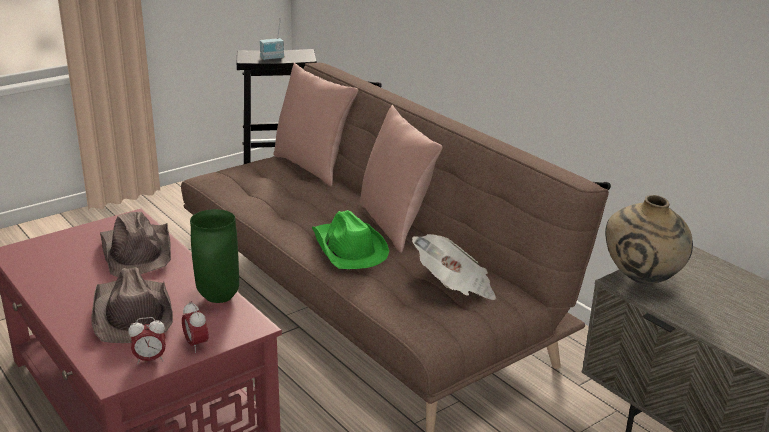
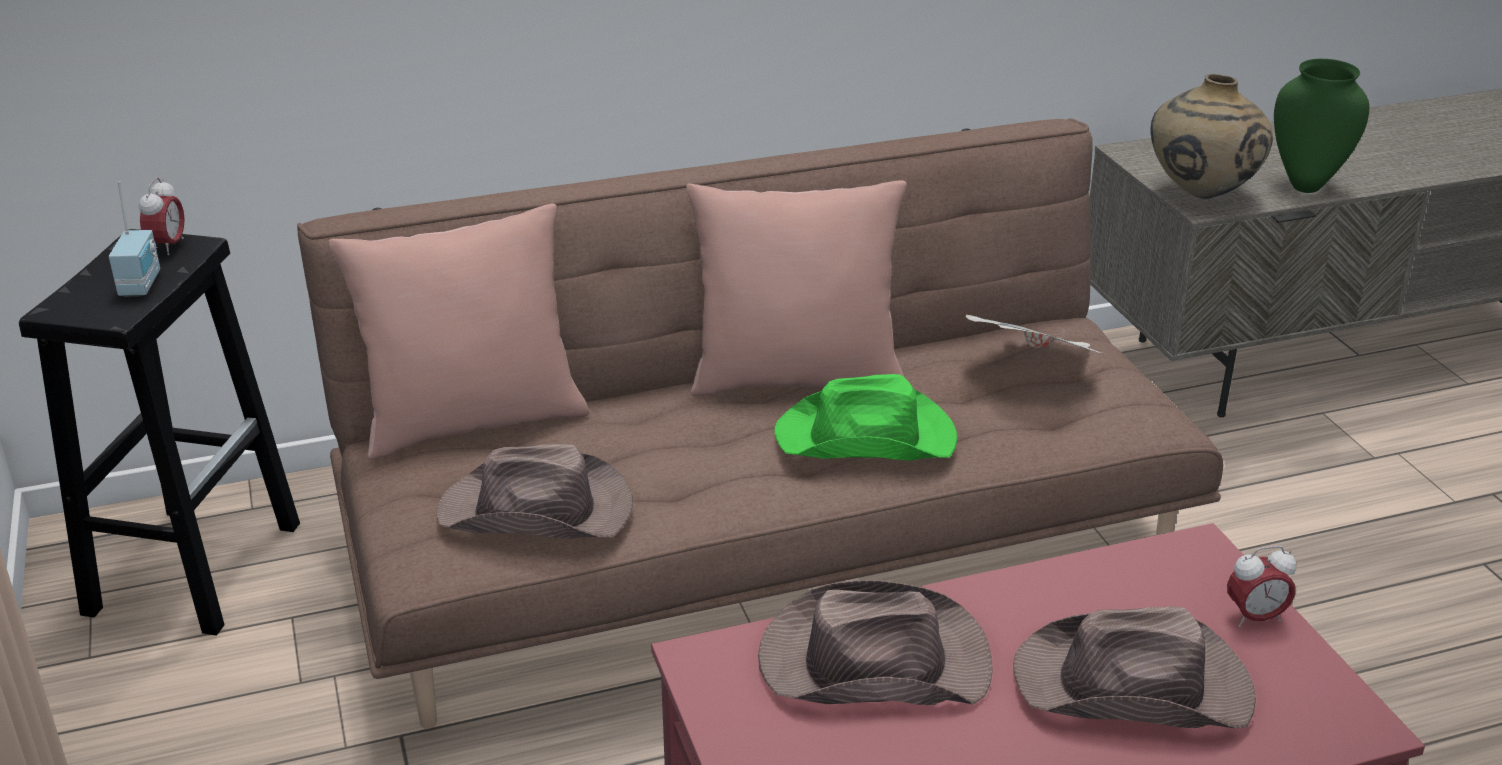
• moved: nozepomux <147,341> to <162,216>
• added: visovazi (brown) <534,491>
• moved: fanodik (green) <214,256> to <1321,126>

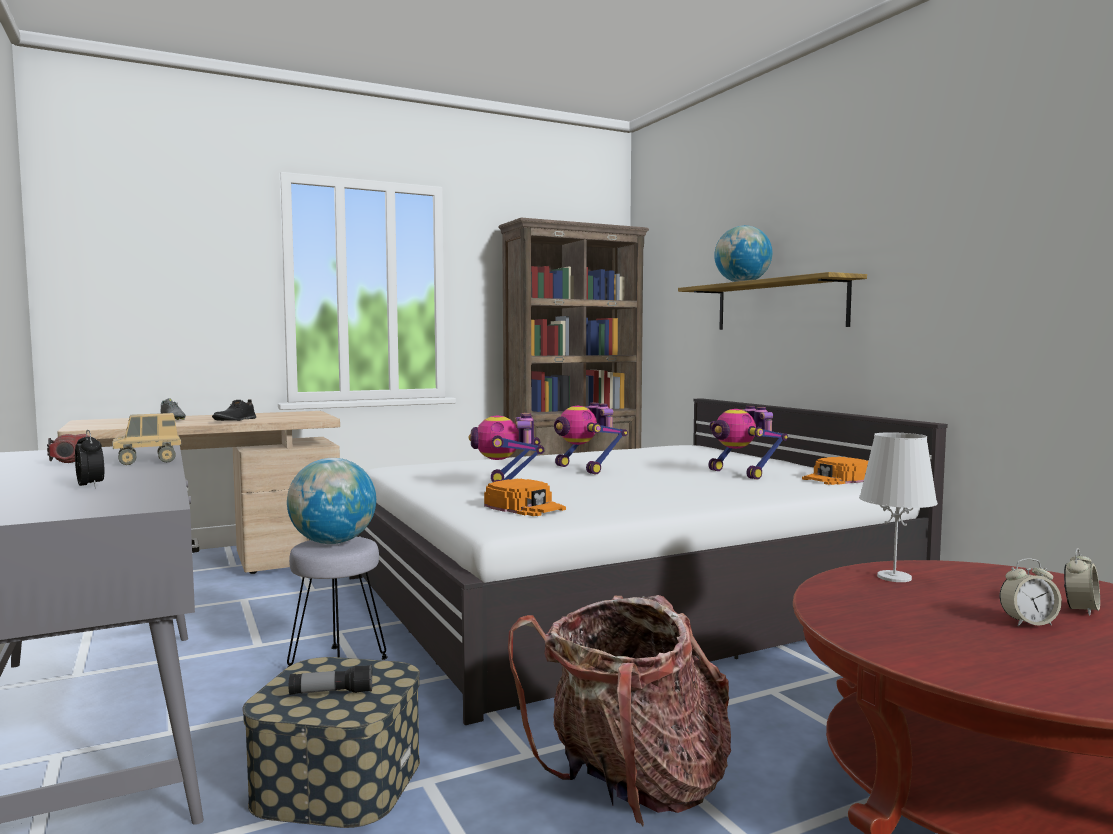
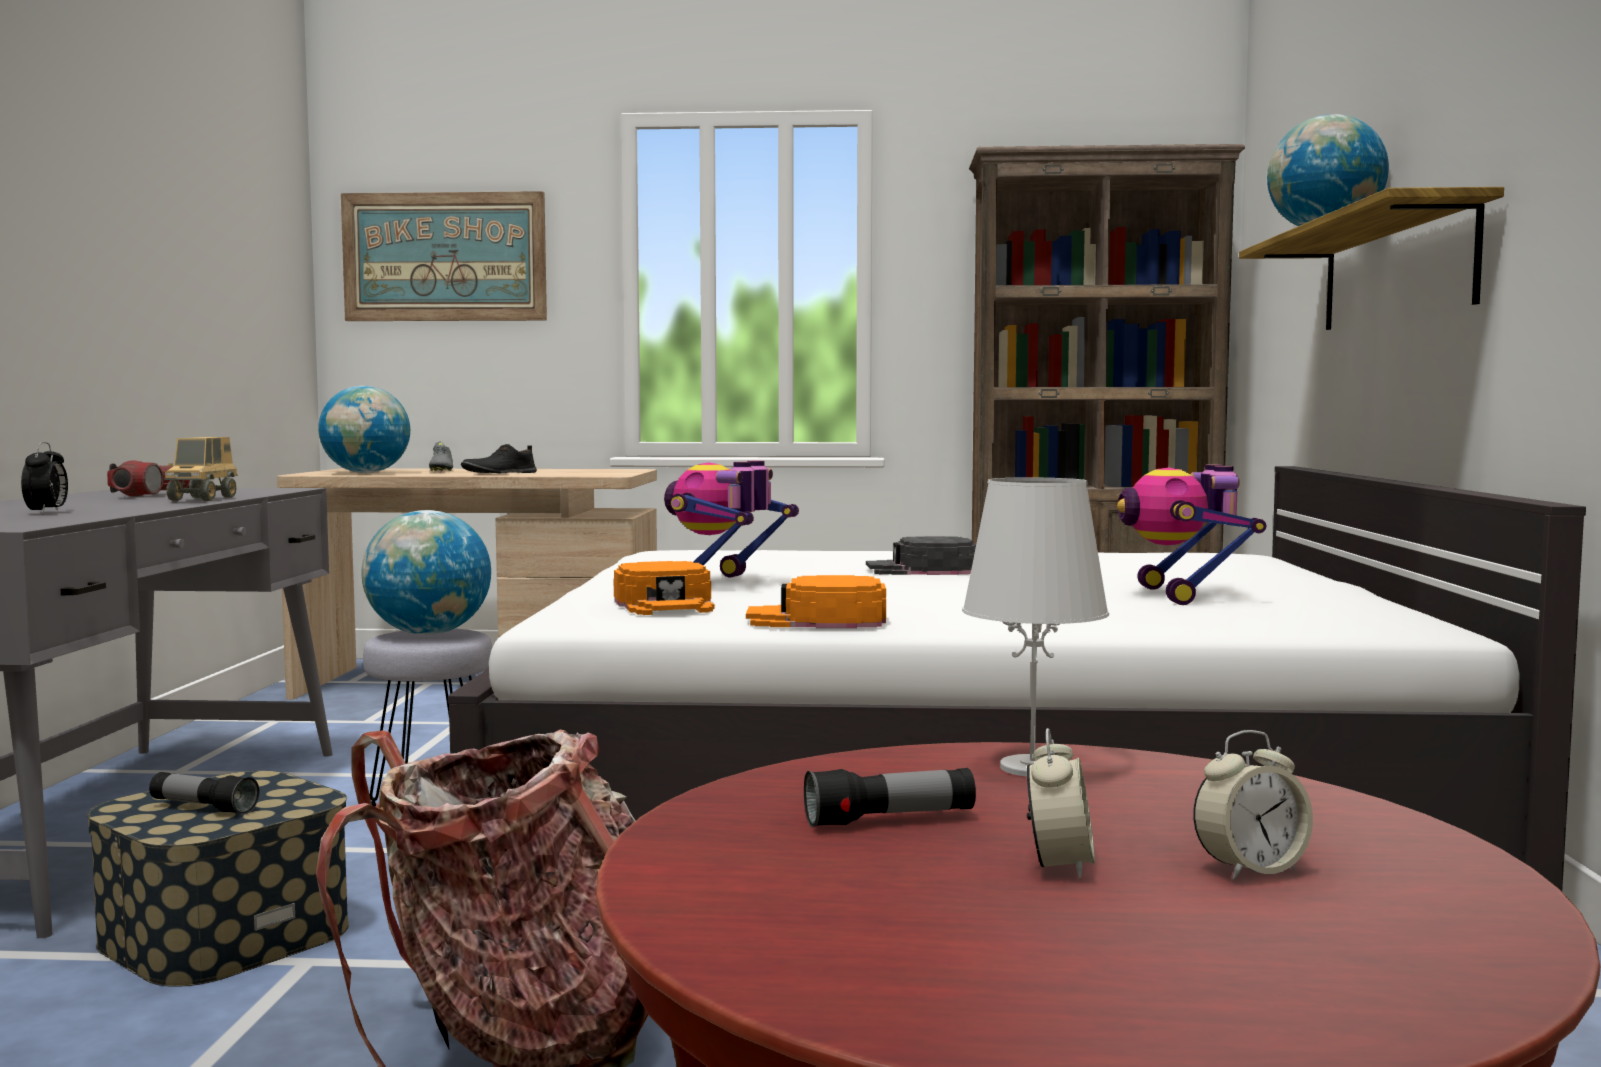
• turned: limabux <146,439> = <201,469> 90 degrees counterclockwise
• added: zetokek <364,429>
• added: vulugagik <444,256>
• moved: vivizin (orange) <835,471> to <816,601>
• added: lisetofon <890,798>
• replaced: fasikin <591,438> to vivizin (black) <921,555>
• turned: nozepomux <1031,592> = <1061,803> 105 degrees counterclockwise

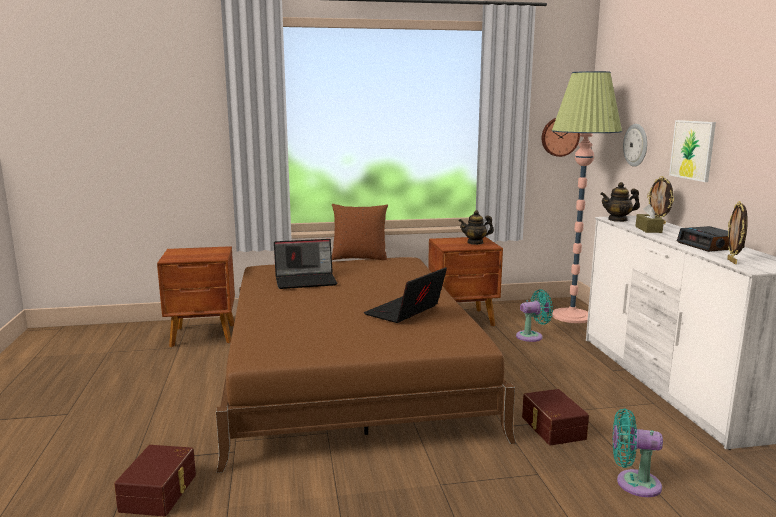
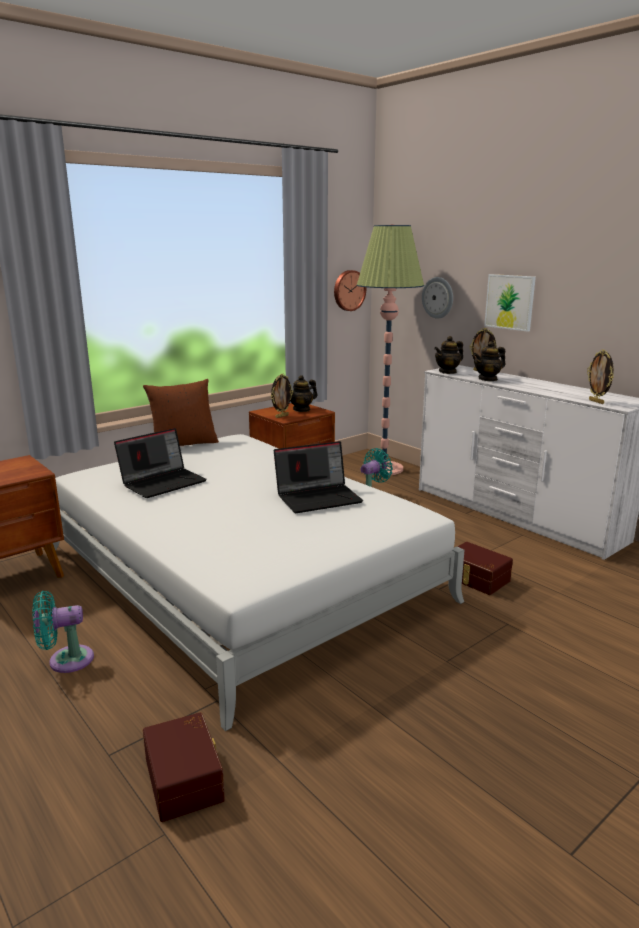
• moved: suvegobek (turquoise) <638,453> to <63,632>
• recoloured: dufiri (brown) <366,365> to dufiri (white) <258,582>
• added: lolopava <282,396>
• turned: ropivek <405,295> = <318,477> 120 degrees counterclockwise
• replaced: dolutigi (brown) <649,218> to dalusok <489,361>
• removed: nozepomux <711,239>

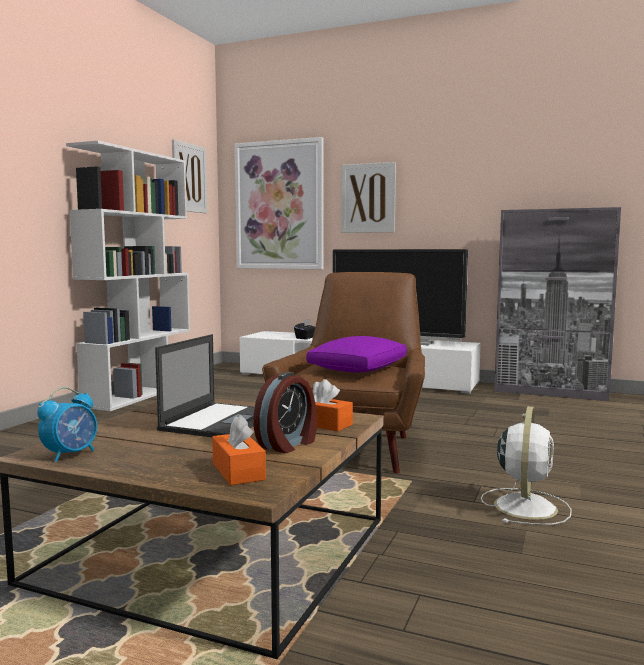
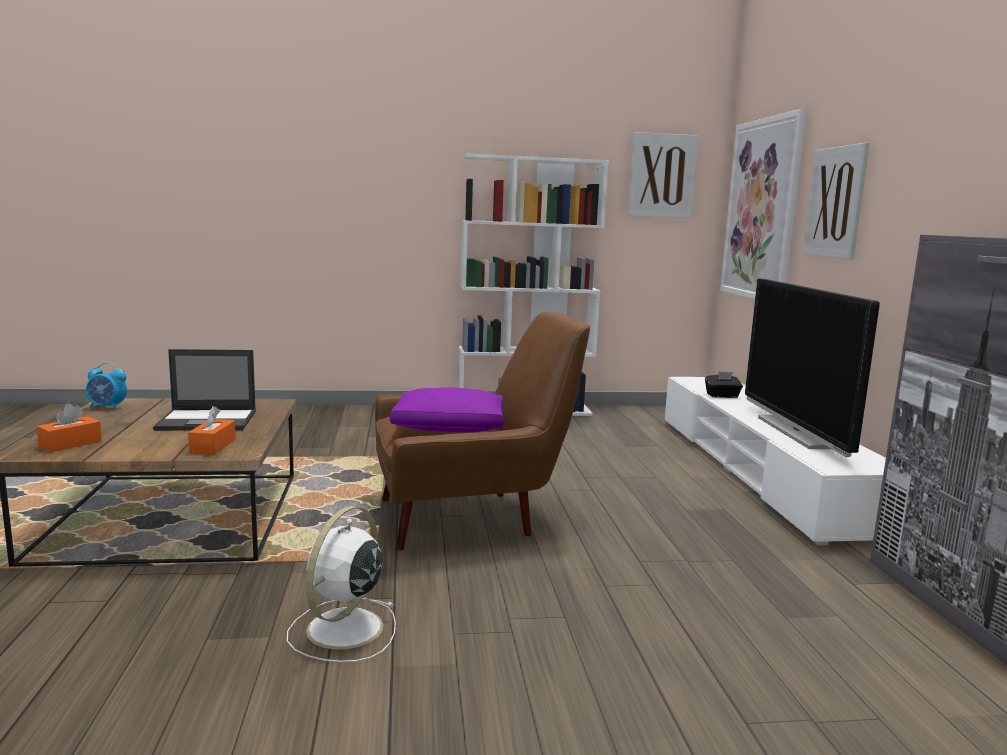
• turned: suvegobek (white) <526,465> = <341,584> 120 degrees clockwise
• removed: nozepomux <285,412>

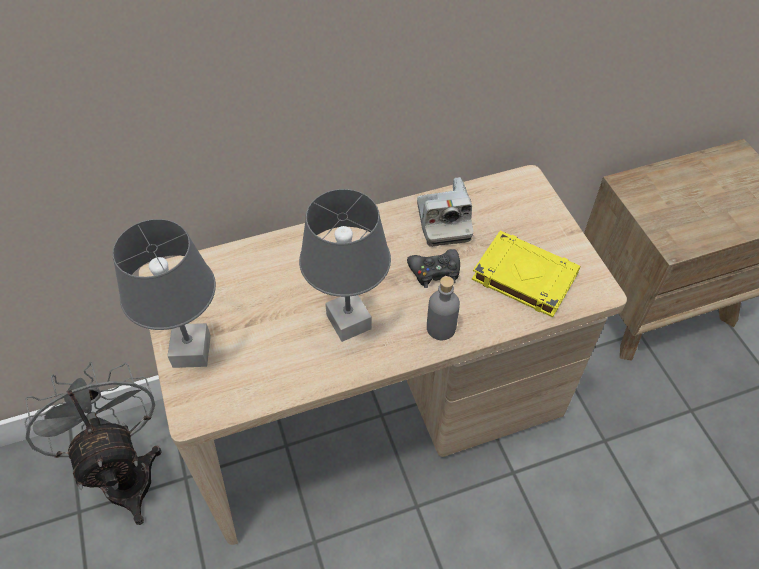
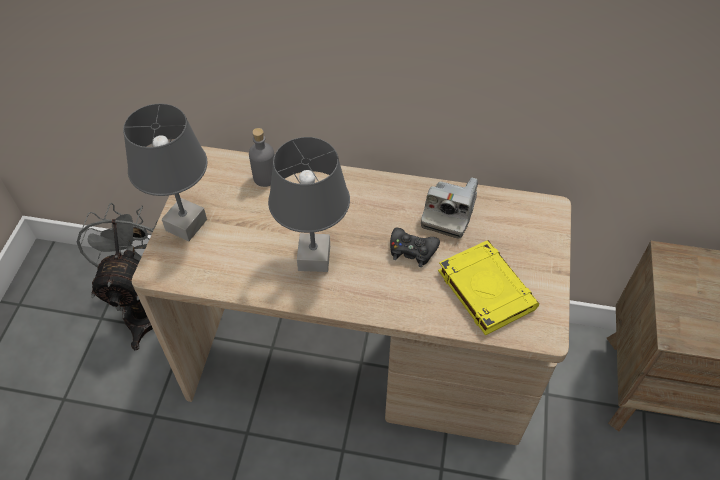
• moved: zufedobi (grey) <443,308> to <262,157>

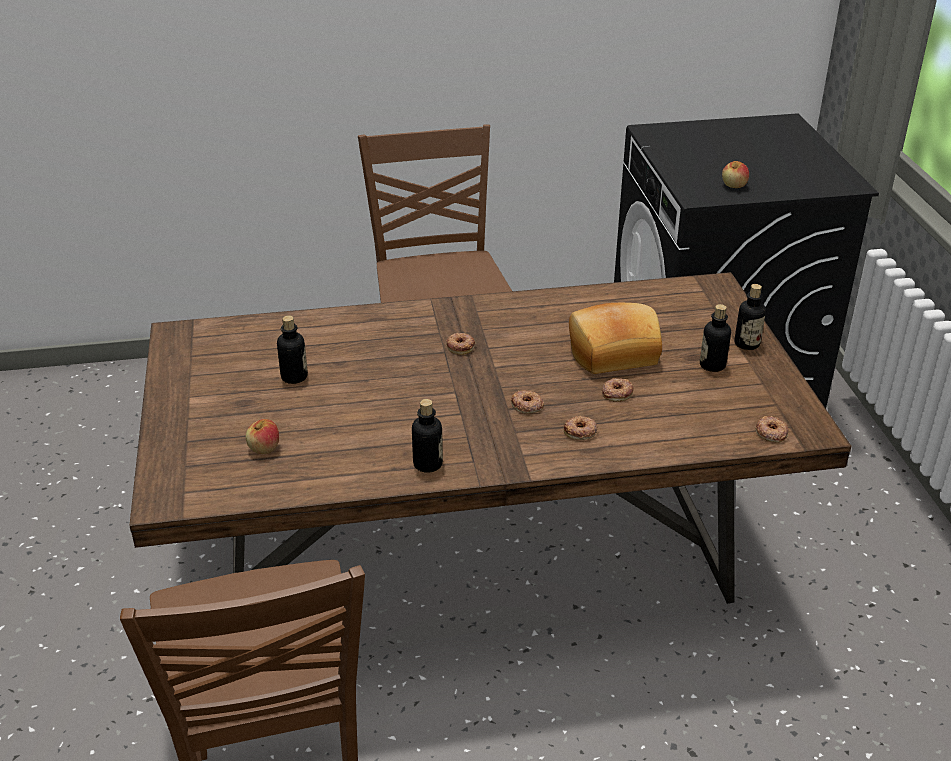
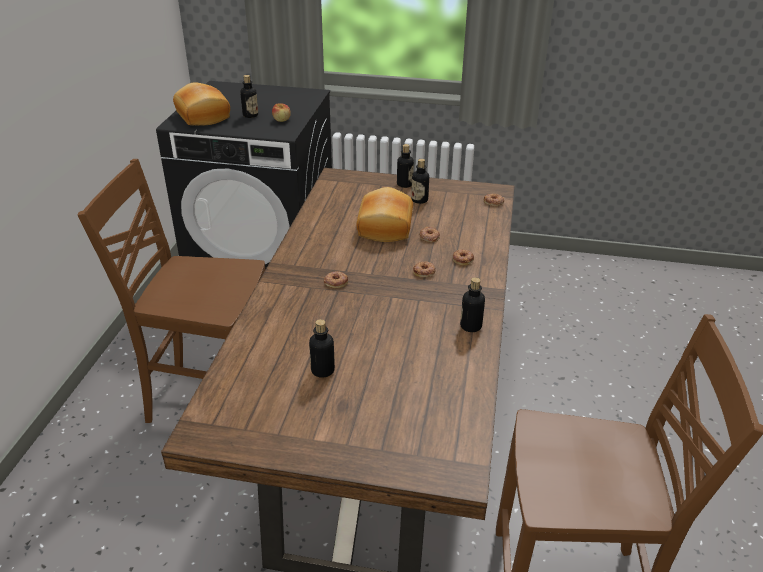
• added: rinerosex <201,104>
• added: zufedobi <249,96>
• removed: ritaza <262,436>

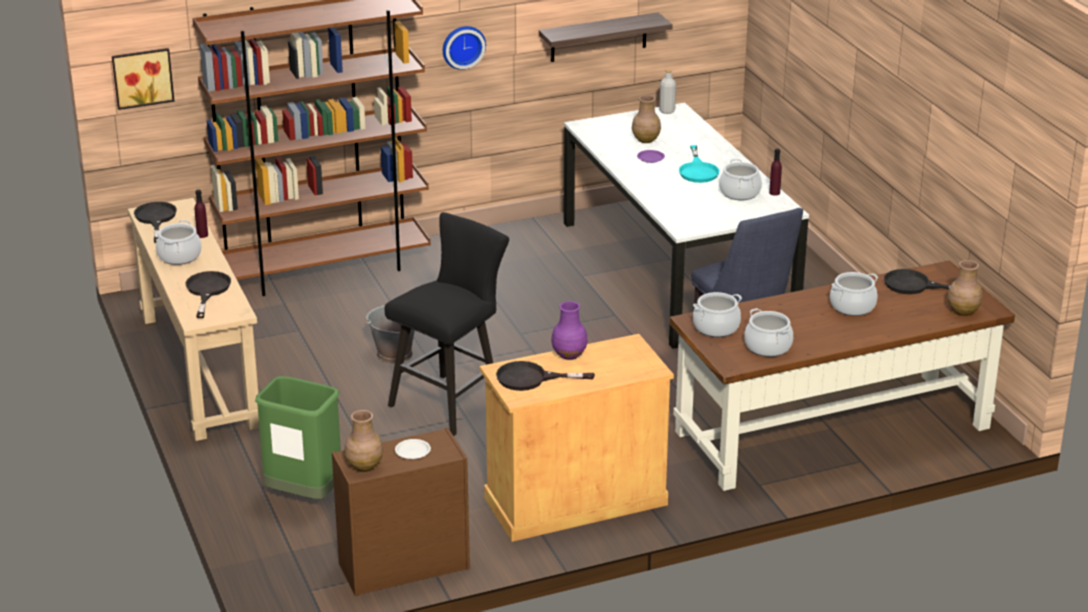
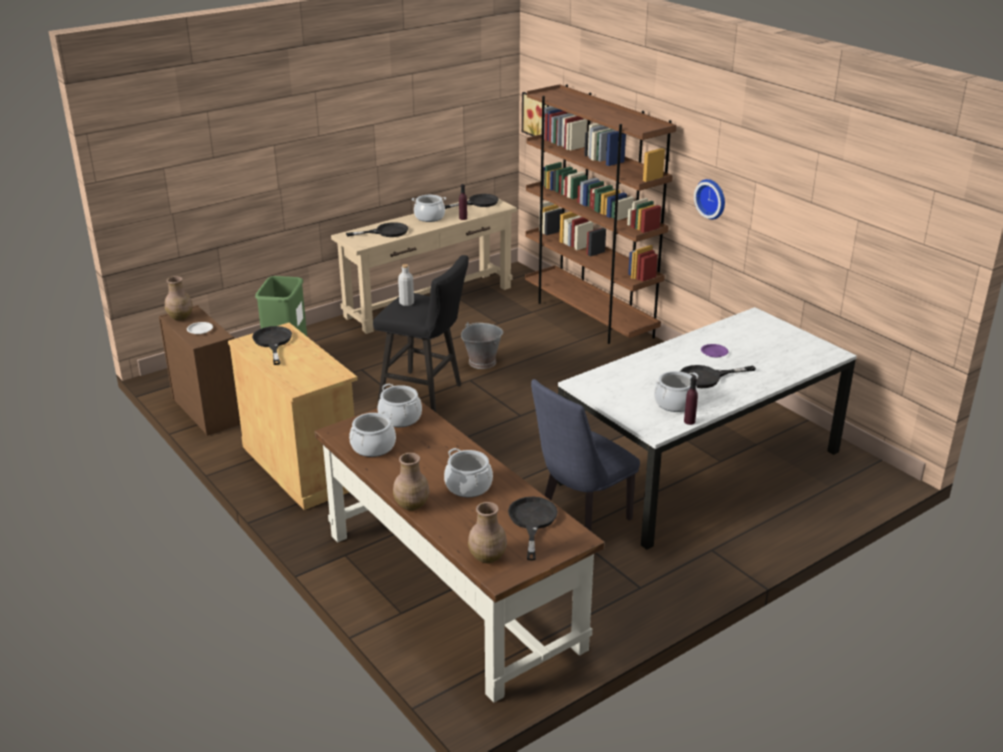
• moved: fanodik (brown) <646,119> to <411,482>
• moved: zufedobi (grey) <667,91> to <406,285>
• recoloured: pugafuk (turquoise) <699,164> to pugafuk (black) <718,376>
• removed: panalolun <606,37>
• removed: fanodik (purple) <569,330>

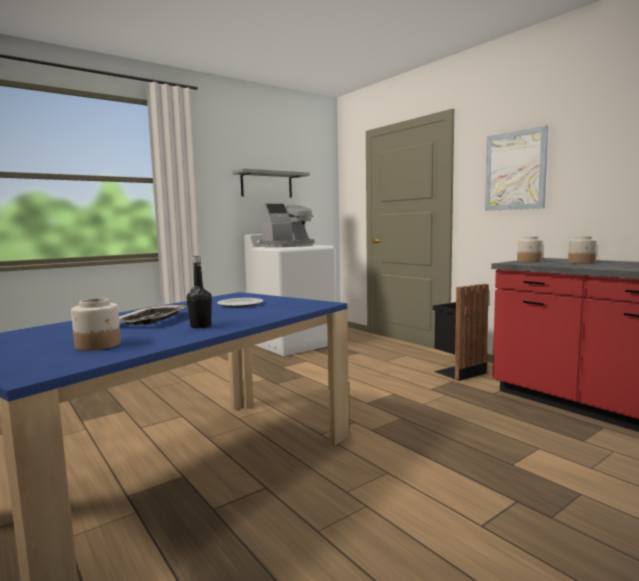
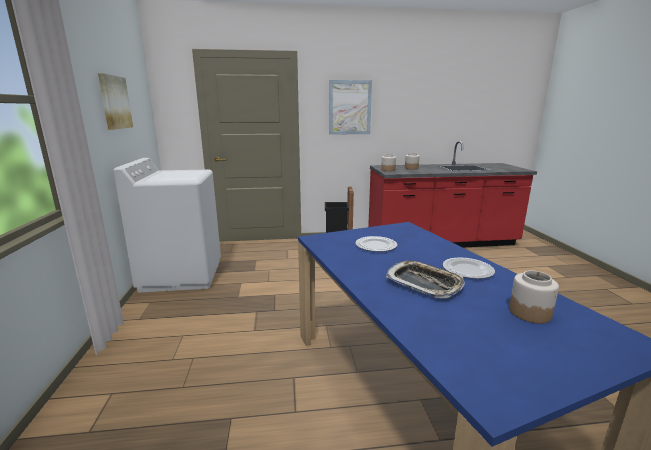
• replaced: panalolun (grey) <271,183> to vulugagik <115,101>
• replaced: zufedobi (black) <199,292> to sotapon <469,268>
• removed: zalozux <286,225>

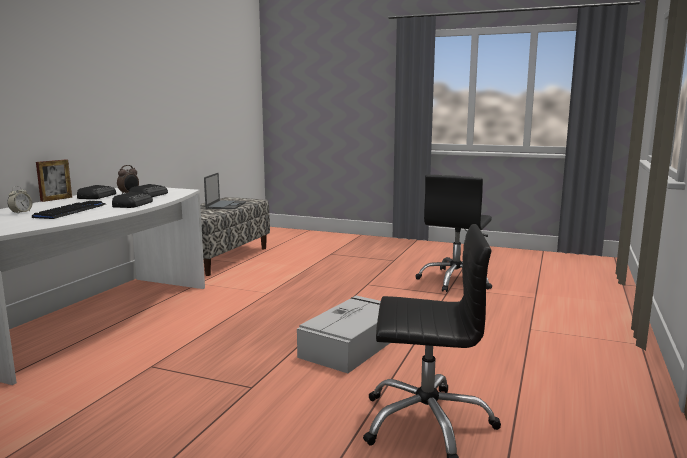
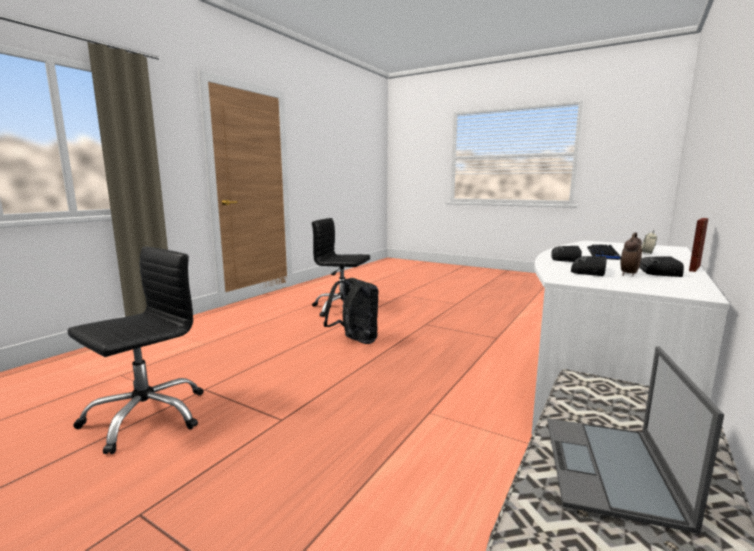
• replaced: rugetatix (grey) <343,334> to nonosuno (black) <351,311>

